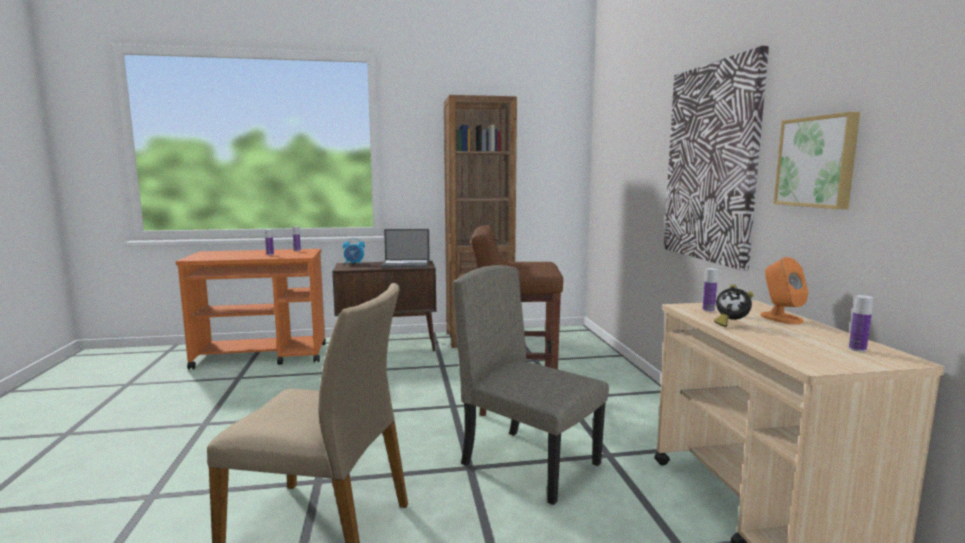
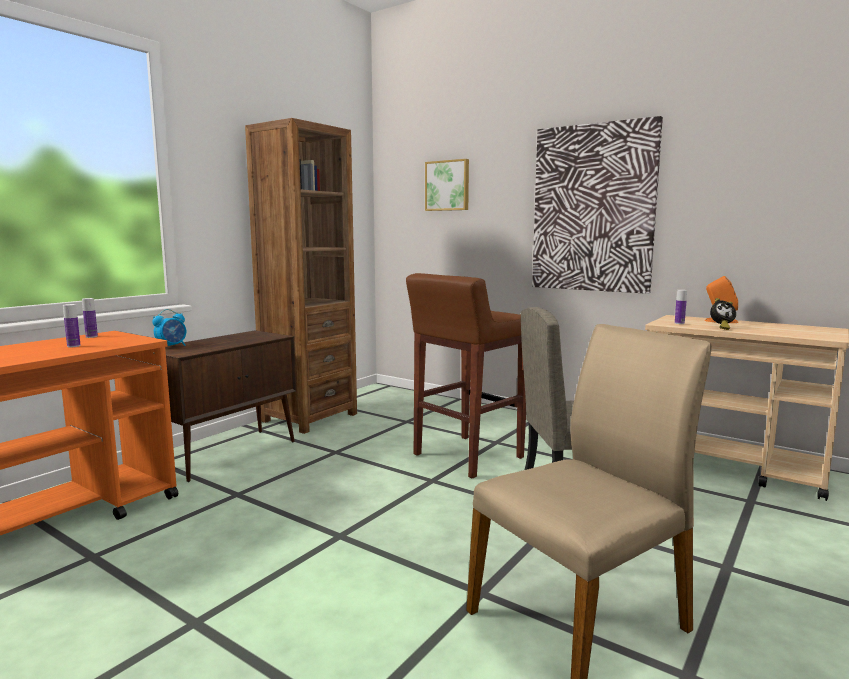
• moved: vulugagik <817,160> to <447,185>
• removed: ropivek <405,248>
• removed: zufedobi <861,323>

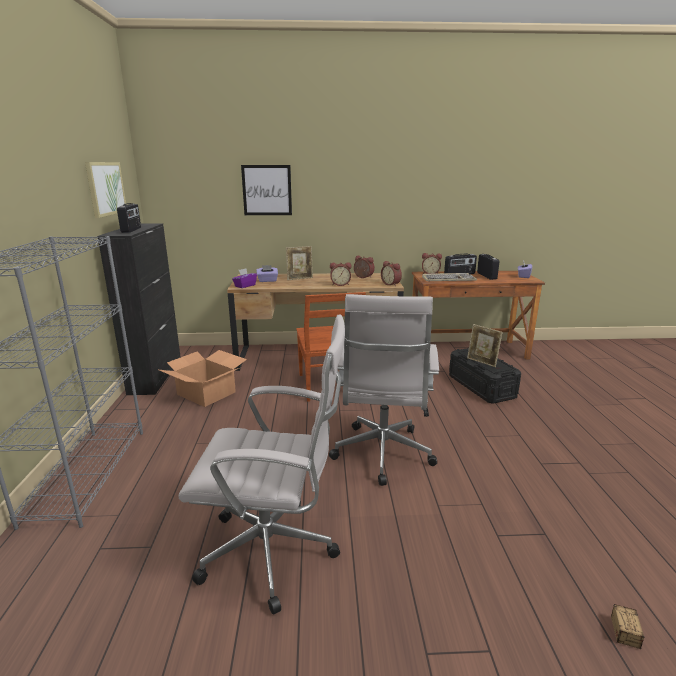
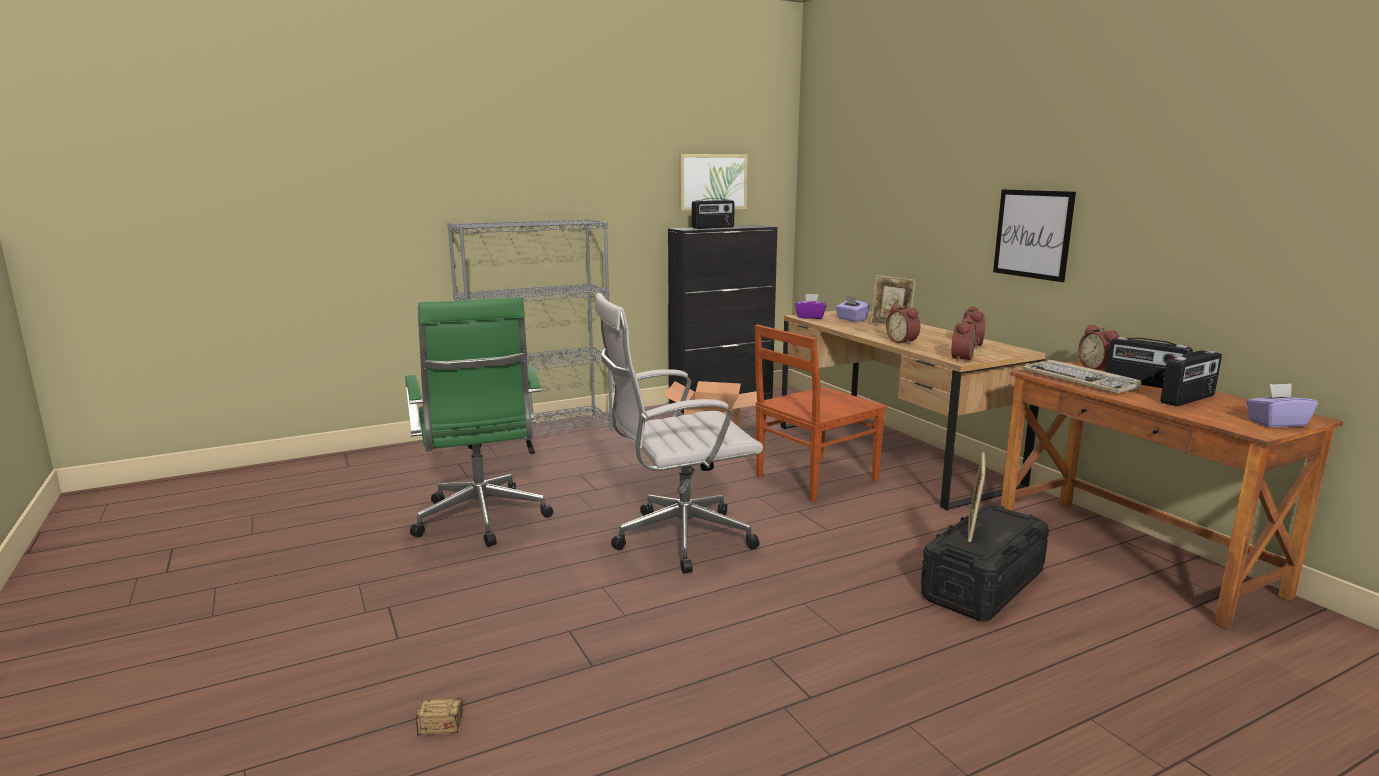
• recoloured: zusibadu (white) <261,464> to zusibadu (green) <479,422>
• moved: vulugagik <266,190> to <1034,235>

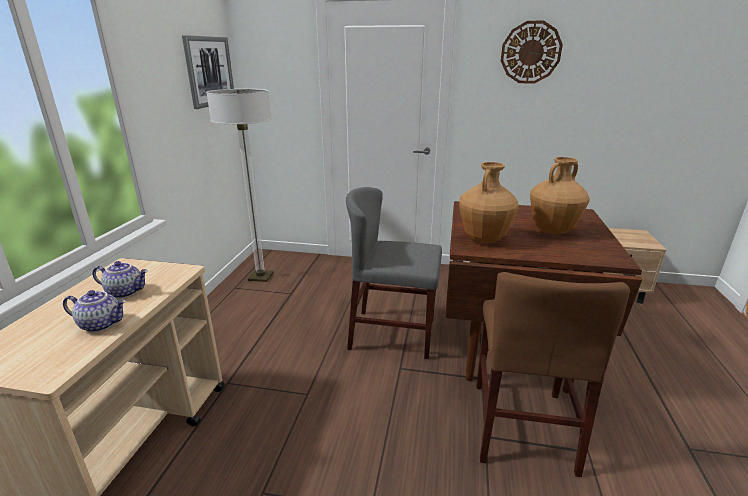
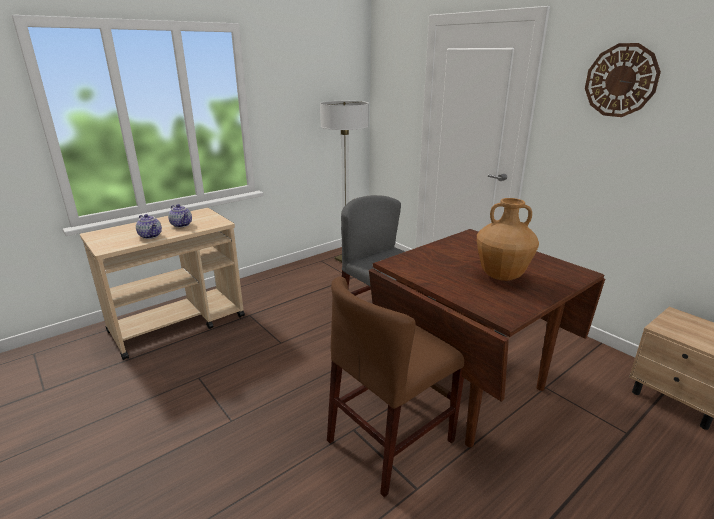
• removed: vulugagik <208,72>
• removed: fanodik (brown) <489,202>

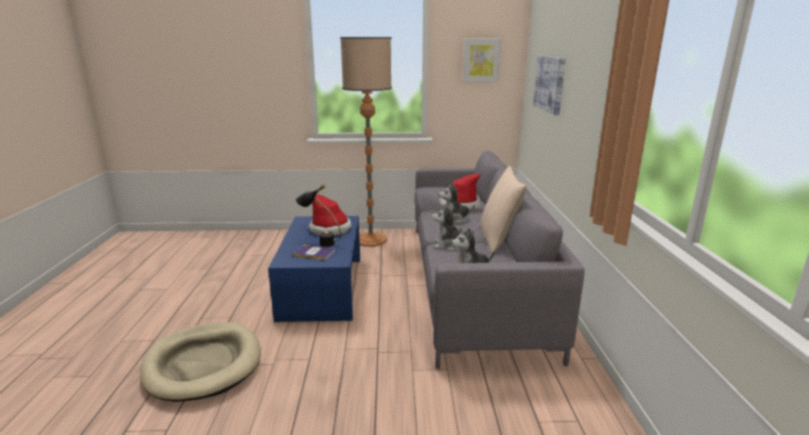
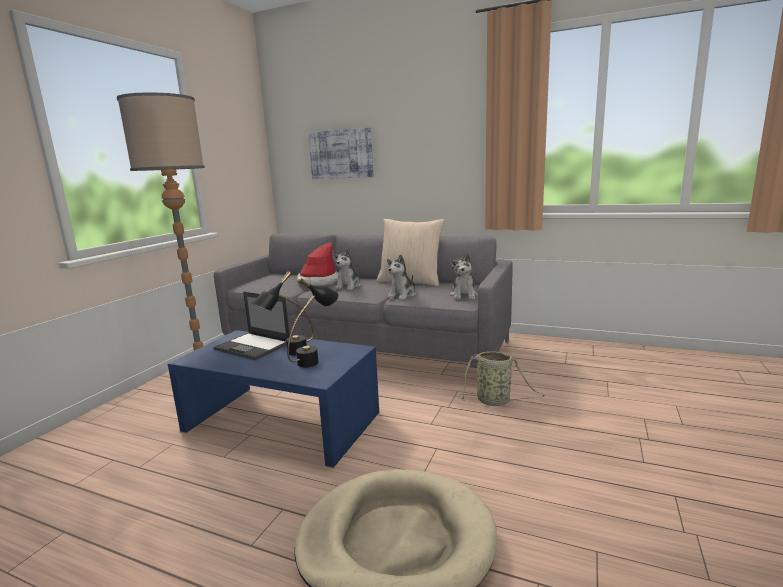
• replaced: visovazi <330,214> to ropivek <251,326>
• replaced: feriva <314,252> to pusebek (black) <313,322>
• added: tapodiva <502,378>
• removed: vulugagik <482,60>

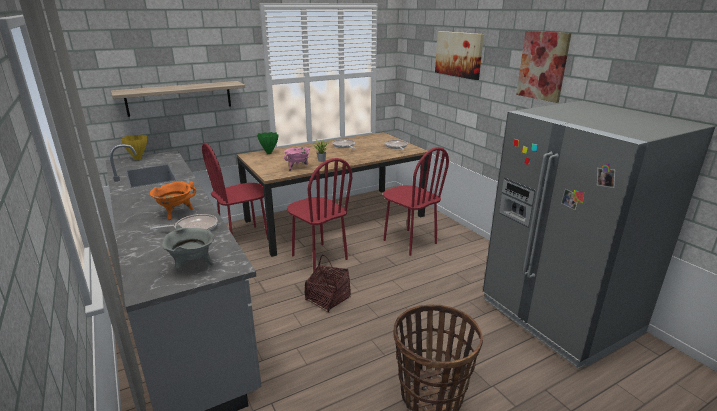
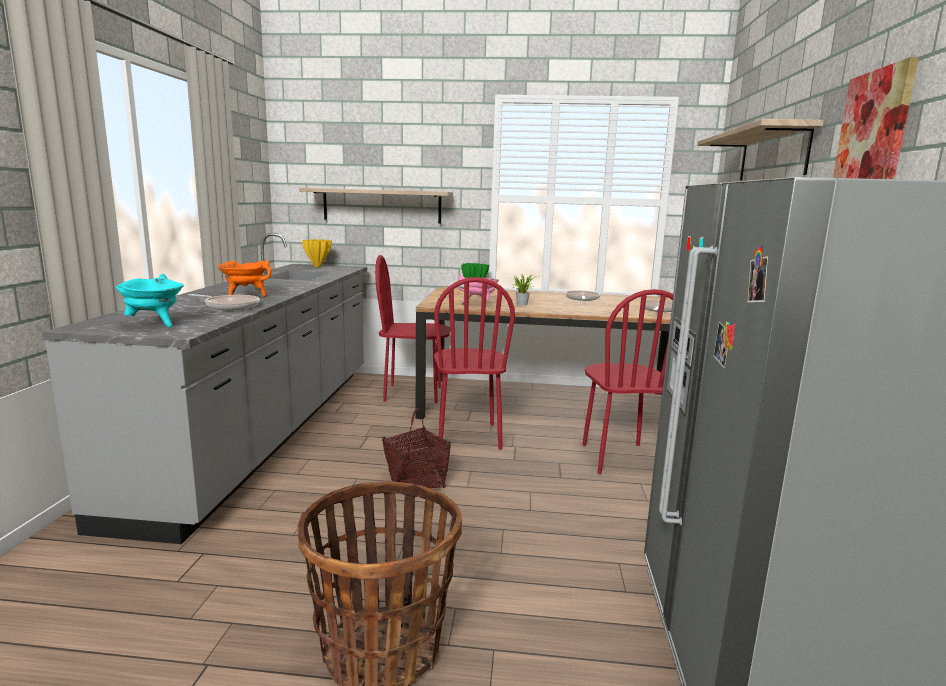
• recoloured: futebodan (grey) <188,246> to futebodan (turquoise) <149,300>
• replaced: vulugagik <459,55> to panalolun <760,149>

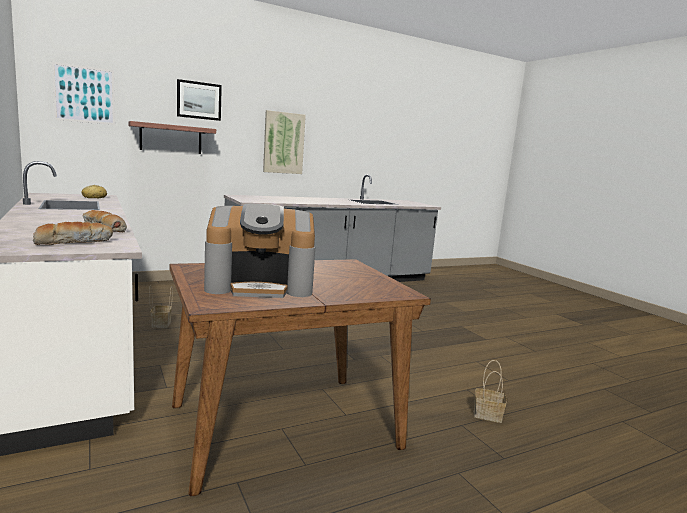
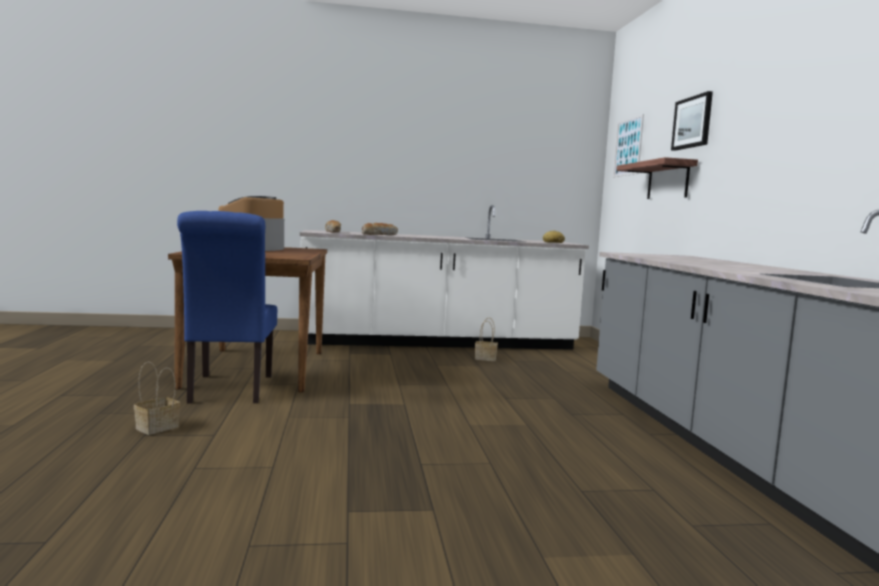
• added: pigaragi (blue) <227,307>
• removed: vulugagik <284,142>

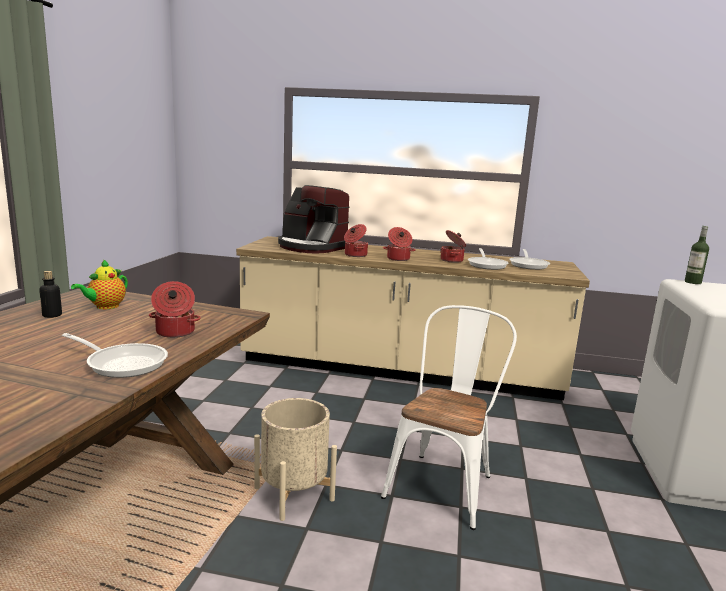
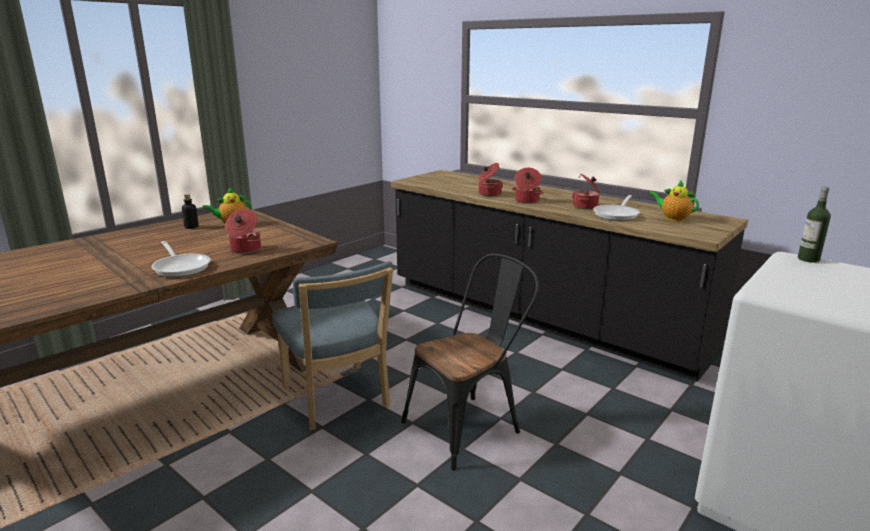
• replaced: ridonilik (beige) <295,459> to pigaragi (blue) <332,345>
• recoloured: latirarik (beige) <413,318> to latirarik (black) <569,276>
• recoloured: pigaragi (white) <449,417> to pigaragi (black) <470,362>
• replaced: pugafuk <530,259> to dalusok <674,201>
• removed: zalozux <314,219>

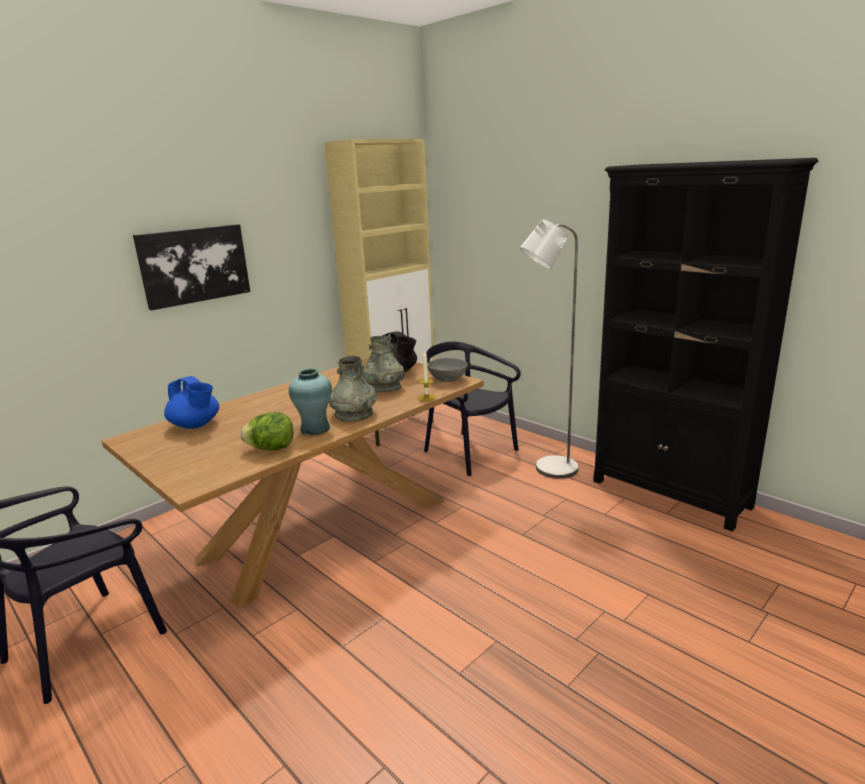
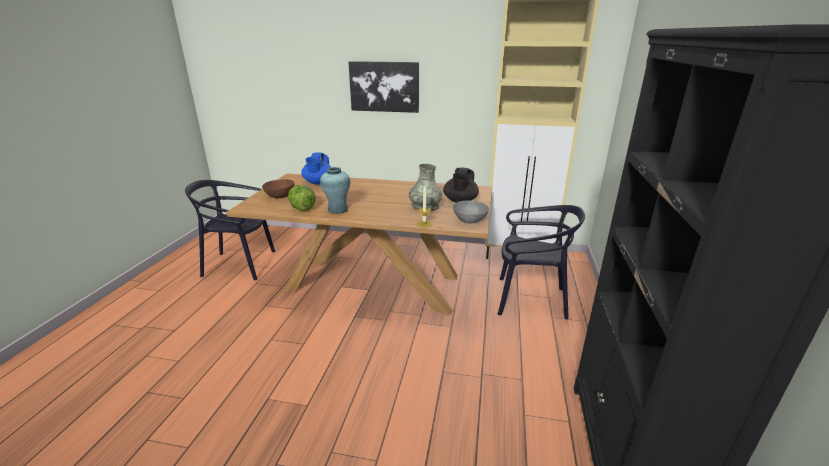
• added: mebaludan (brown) <278,188>
• turned: pigaragi (black) <472,409> = <541,262> 90 degrees clockwise
• removed: fanodik (grey) <353,389>
• removed: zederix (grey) <549,349>

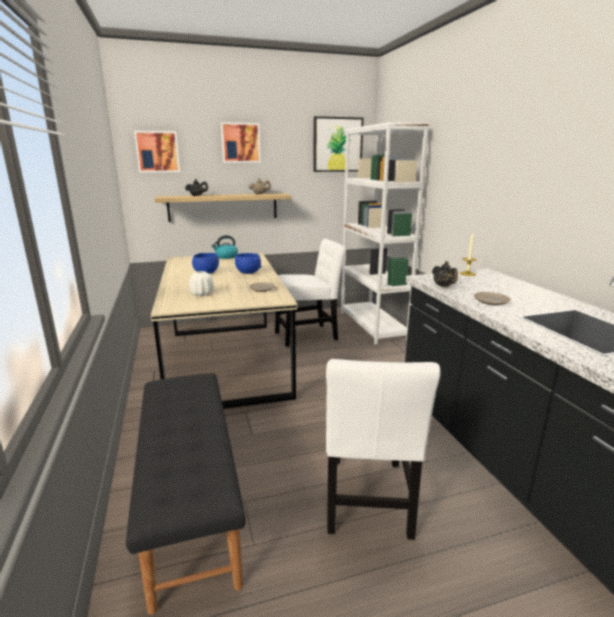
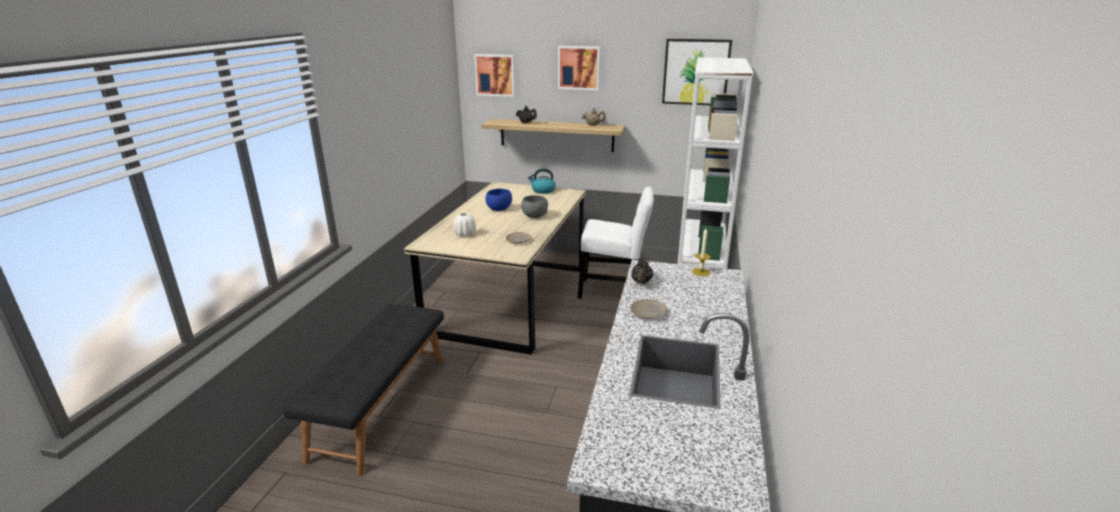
• recoloured: mebaludan (blue) <248,263> to mebaludan (grey) <534,206>
• removed: pigaragi (white) <383,449>

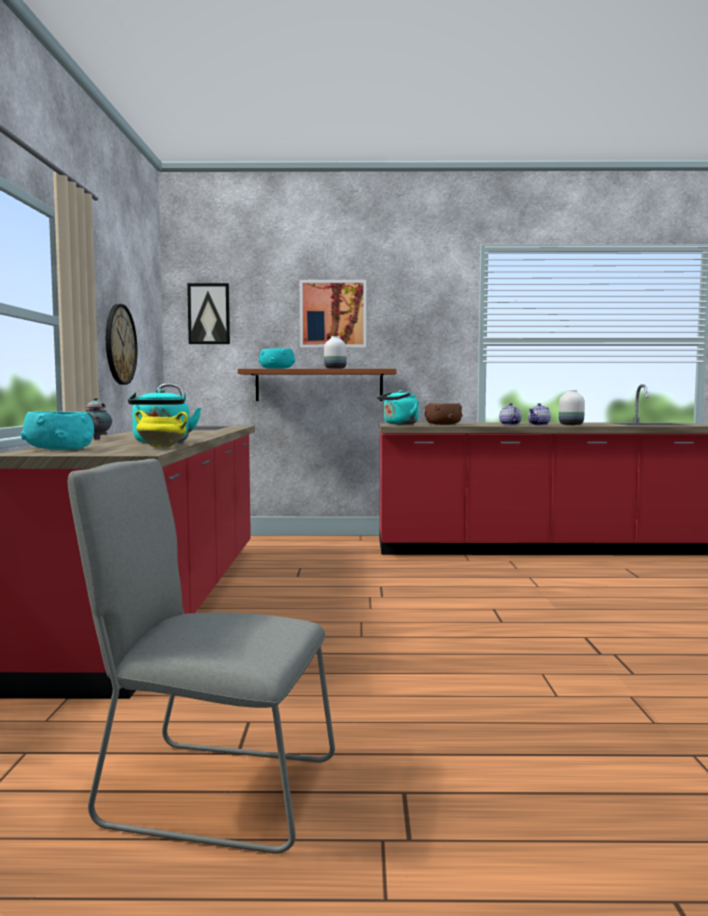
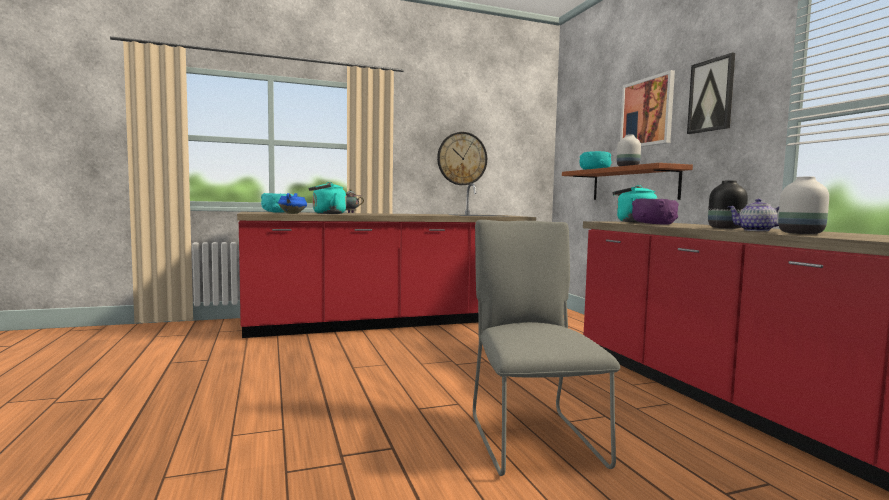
• recoloured: futebodan (yellow) <161,429> to futebodan (blue) <292,203>
• moved: pigaragi (grey) <201,656> to <546,348>
• recoloured: mebaludan (brown) <444,414> to mebaludan (purple) <655,211>
• moved: vulugagik <208,313> to <711,93>
• replaced: dalusok <510,414> to fanodik (black) <728,205>

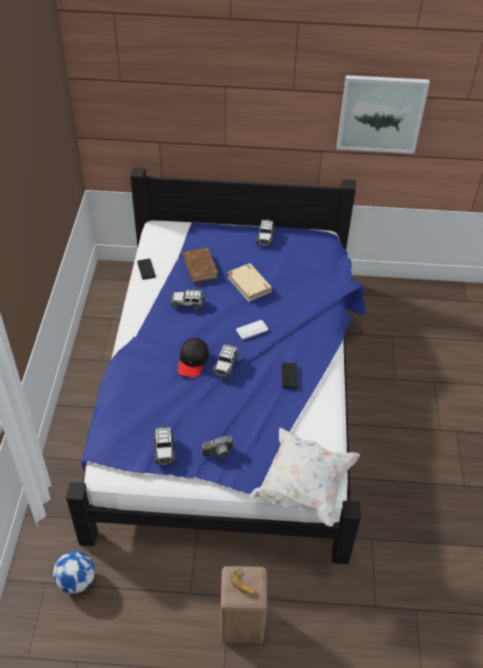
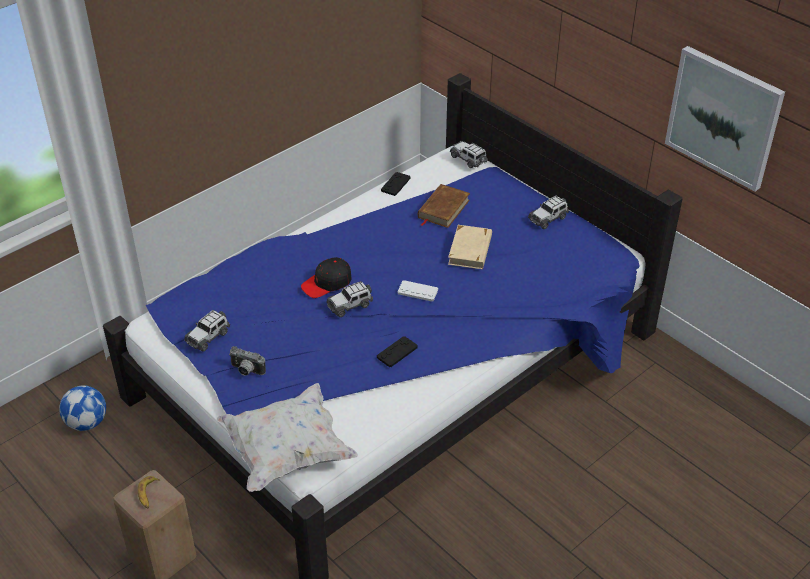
• moved: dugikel <187,300> to <469,154>

